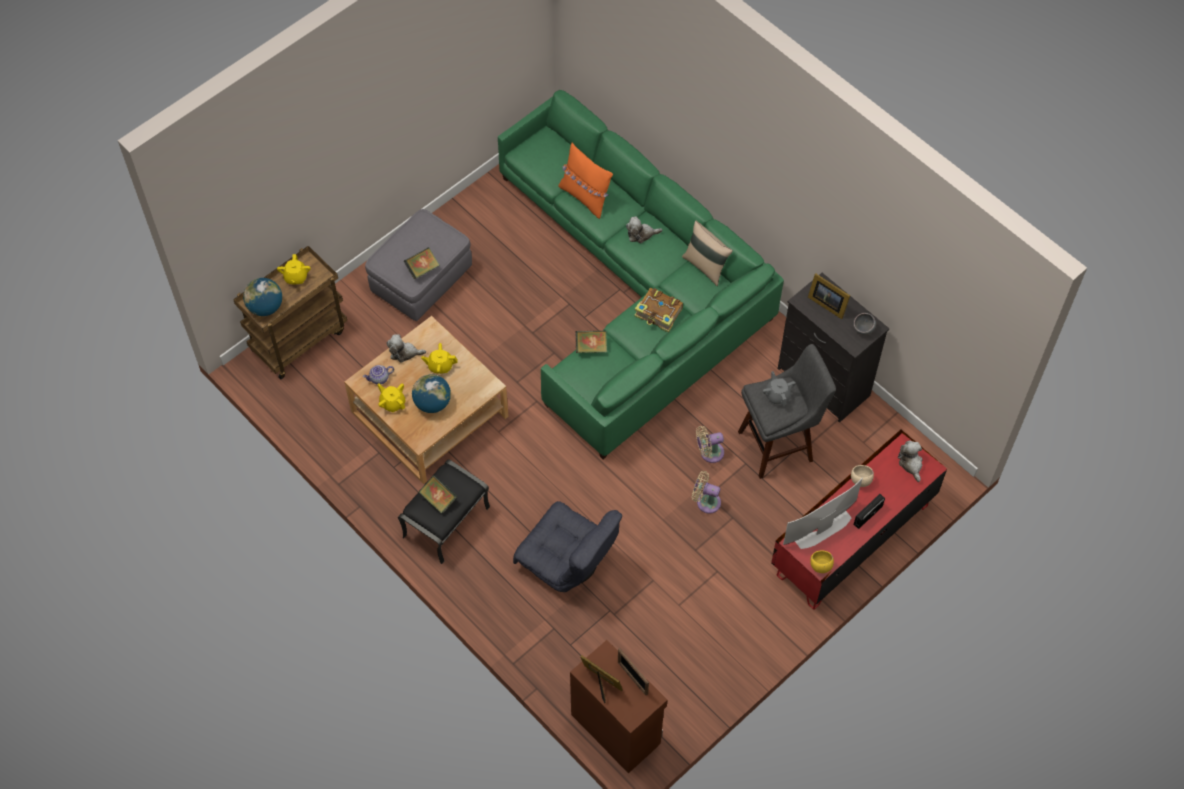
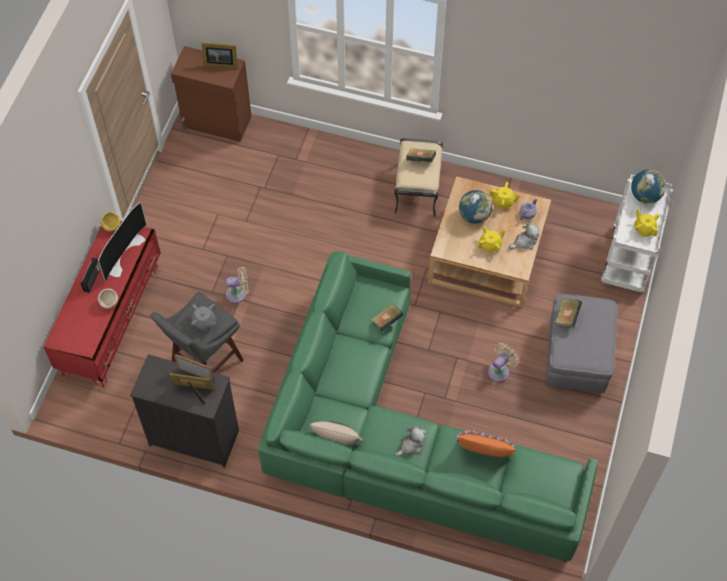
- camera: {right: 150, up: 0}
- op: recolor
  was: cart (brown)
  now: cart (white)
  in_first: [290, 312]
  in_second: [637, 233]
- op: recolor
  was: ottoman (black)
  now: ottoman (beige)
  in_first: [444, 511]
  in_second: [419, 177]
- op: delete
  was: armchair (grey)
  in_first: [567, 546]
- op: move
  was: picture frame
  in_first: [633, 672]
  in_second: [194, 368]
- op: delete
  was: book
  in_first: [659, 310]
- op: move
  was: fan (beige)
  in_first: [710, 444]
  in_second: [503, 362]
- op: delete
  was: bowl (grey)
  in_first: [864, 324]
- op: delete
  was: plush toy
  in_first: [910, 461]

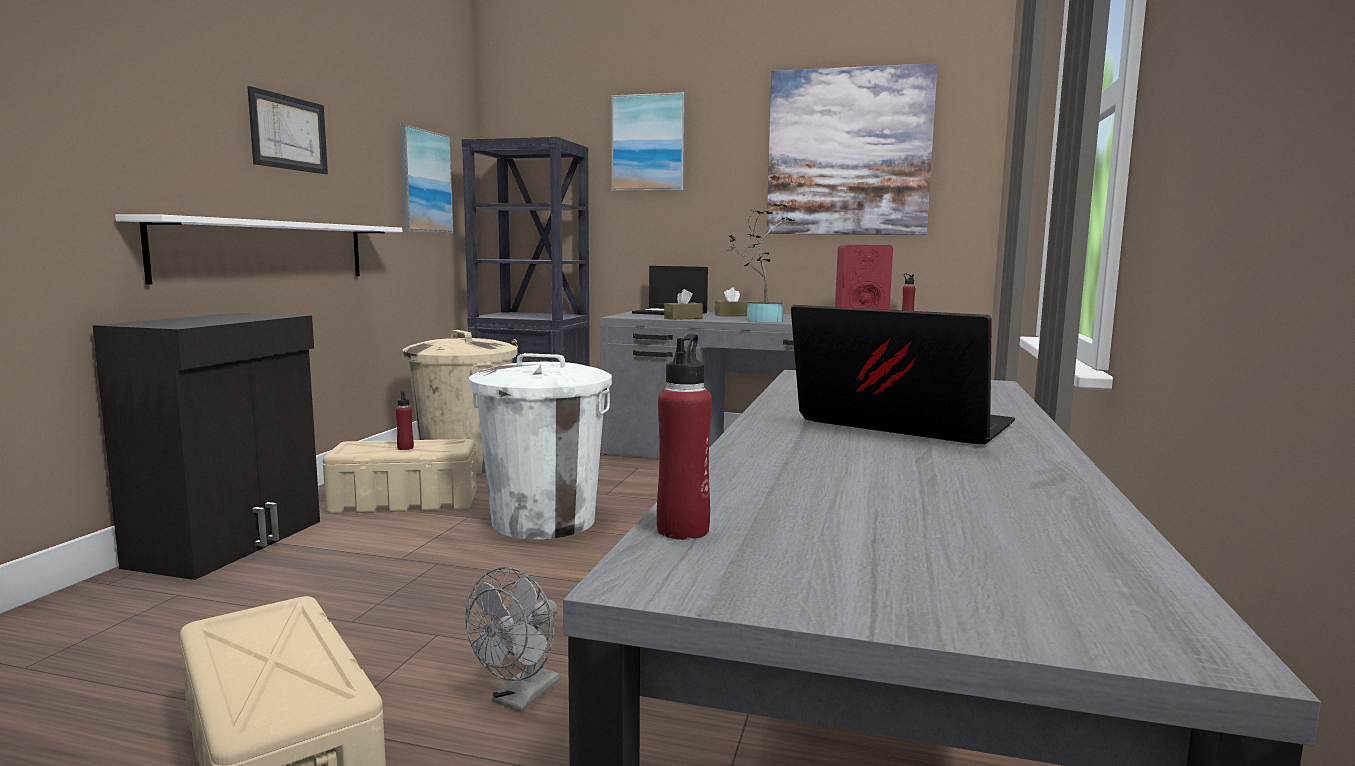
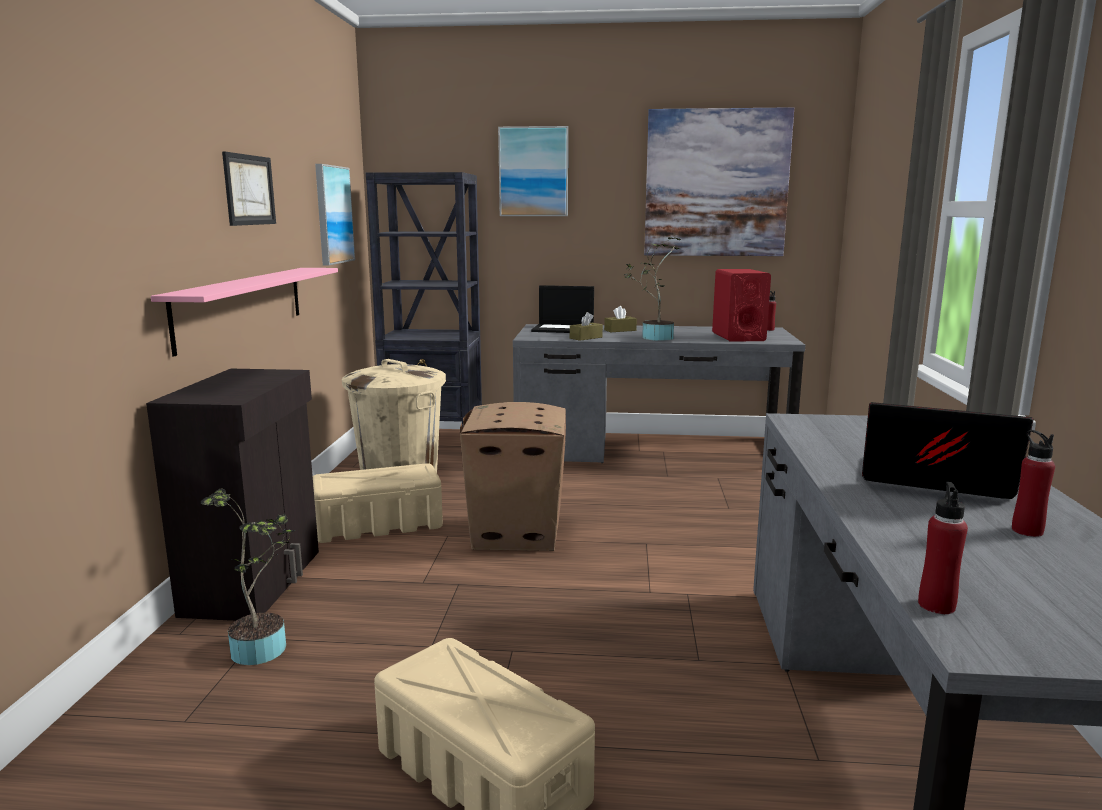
- camera: {right: -10, up: 5}
- op: recolor
  was: shelf (white)
  now: shelf (pink)
  in_first: [258, 250]
  in_second: [244, 312]
- op: move
  was: bottle (red)
  in_first: [405, 420]
  in_second: [1033, 483]
- op: delete
  was: fan (grey)
  in_first: [513, 639]
- op: replace
  was: trash can (white)
  now: cardboard box
  in_first: [540, 446]
  in_second: [513, 476]
- op: insert
  now: potted plant
  in_second: [248, 577]

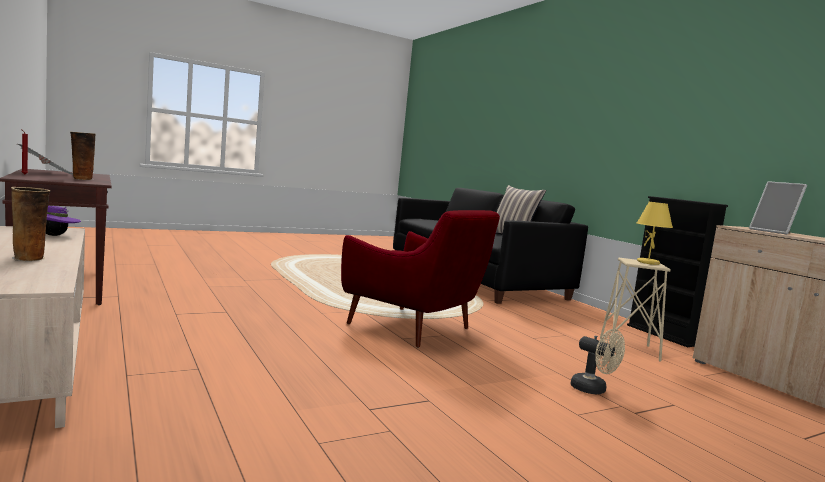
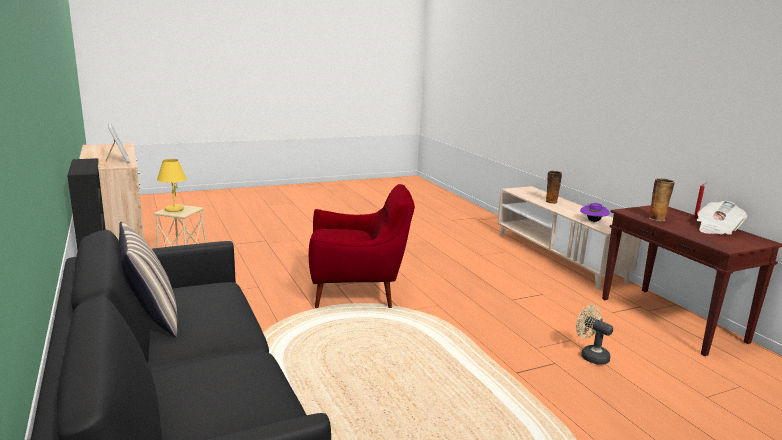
- camera: {right: -175, up: 10}
- op: rotate
  was: armchair (red)
  in_first: [420, 279]
  in_second: [362, 246]
  clockwise: 135
- op: move
  was: fan (beige)
  in_first: [597, 361]
  in_second: [594, 335]

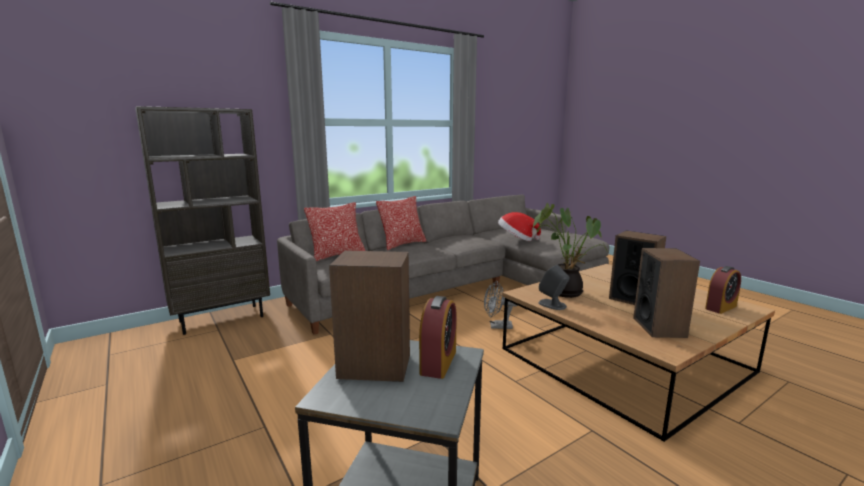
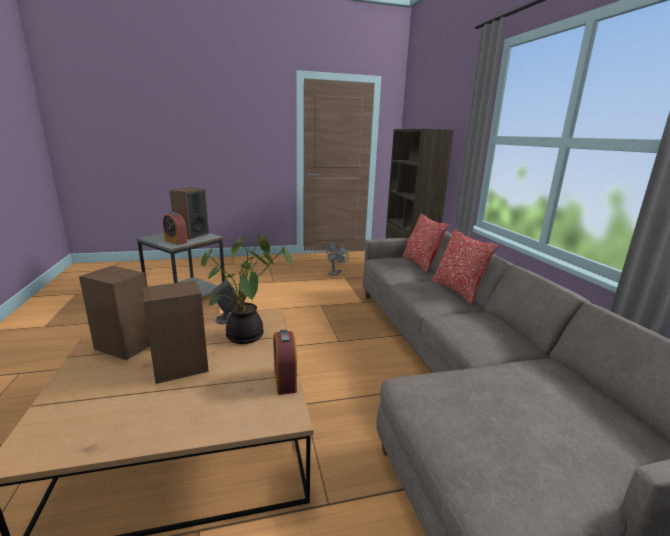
- camera: {right: 110, up: 5}
- op: move
  was: fan (grey)
  in_first: [501, 305]
  in_second: [337, 259]
- op: delete
  was: hat
  in_first: [519, 226]
- op: move
  was: alarm clock
  in_first: [723, 290]
  in_second: [285, 362]

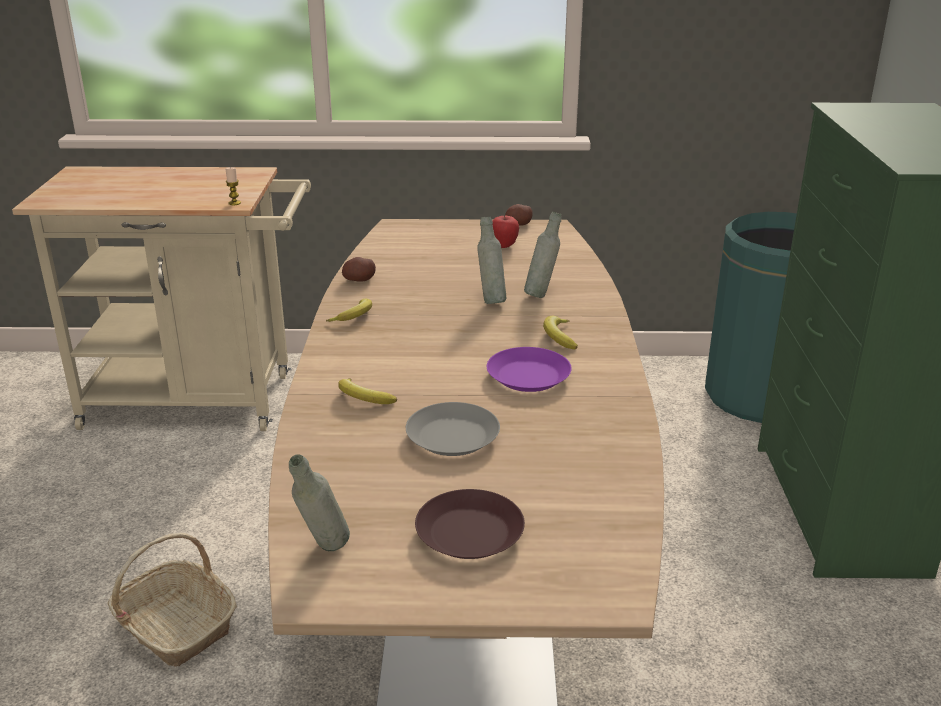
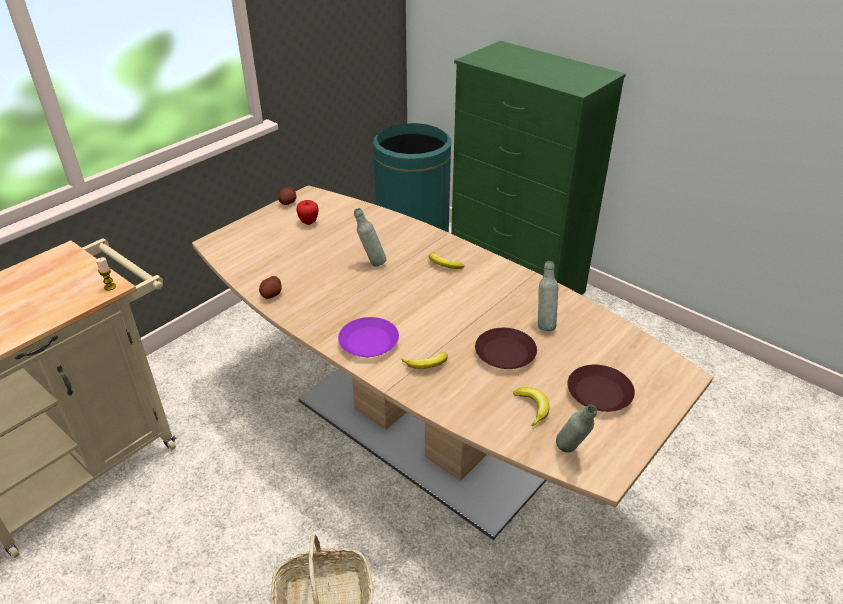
- camera: {right: -50, up: 10}
- op: move
  was: banana
  in_first: [349, 310]
  in_second: [531, 406]
- op: recolor
  was: plate (grey)
  now: plate (brown)
  in_first: [453, 429]
  in_second: [506, 348]
- op: move
  was: plate (purple)
  in_first: [529, 369]
  in_second: [368, 337]
- op: move
  was: bottle (grey)
  in_first: [542, 255]
  in_second: [548, 296]

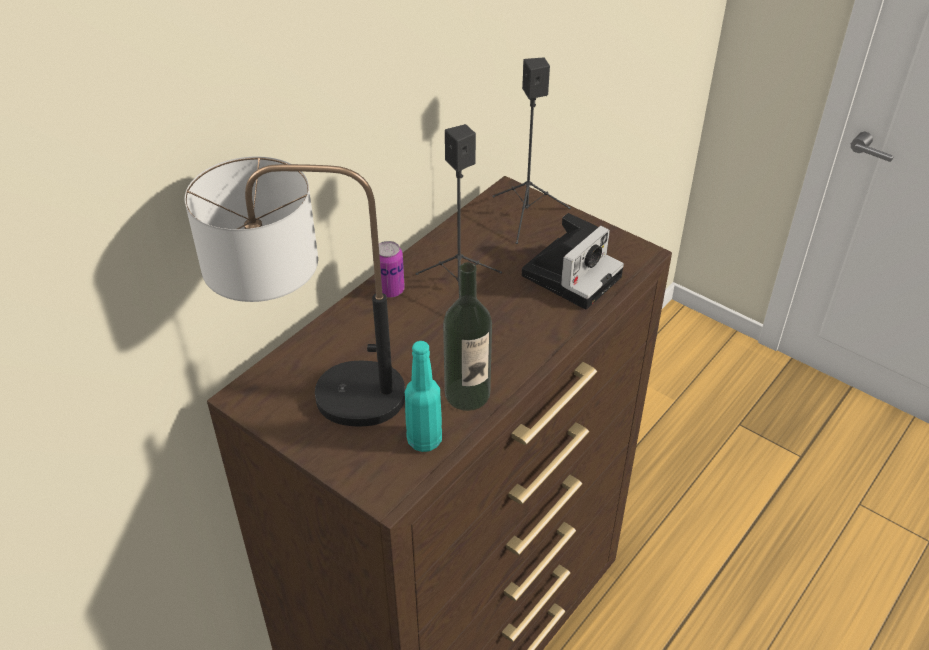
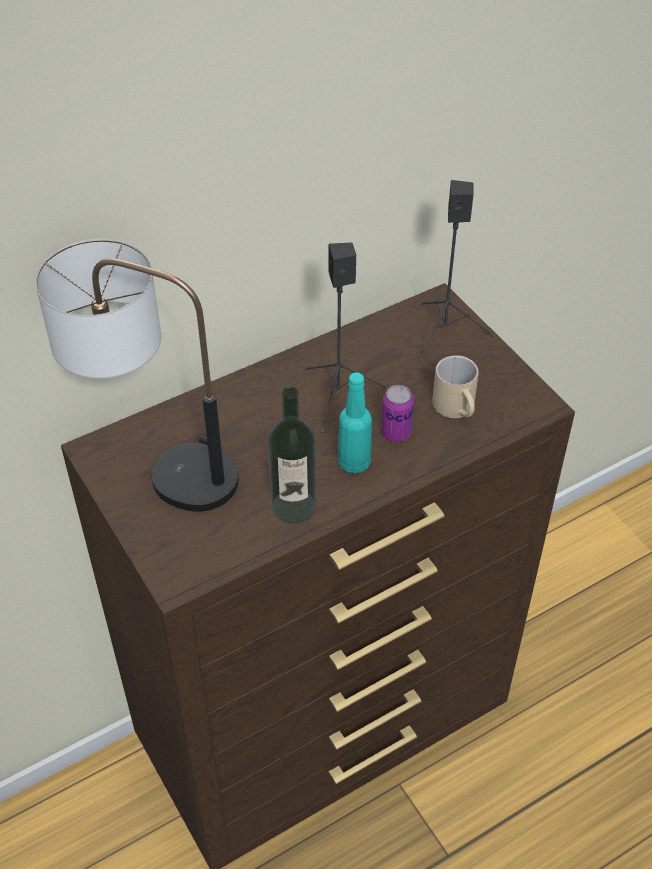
- camera: {right: 20, up: 5}
- op: move
  was: can
  in_first: [392, 269]
  in_second: [397, 413]
- op: move
  was: bottle (turquoise)
  in_first: [423, 396]
  in_second: [355, 423]
- op: replace
  was: photo camera
  now: mug (beige)
  in_first: [573, 261]
  in_second: [455, 386]

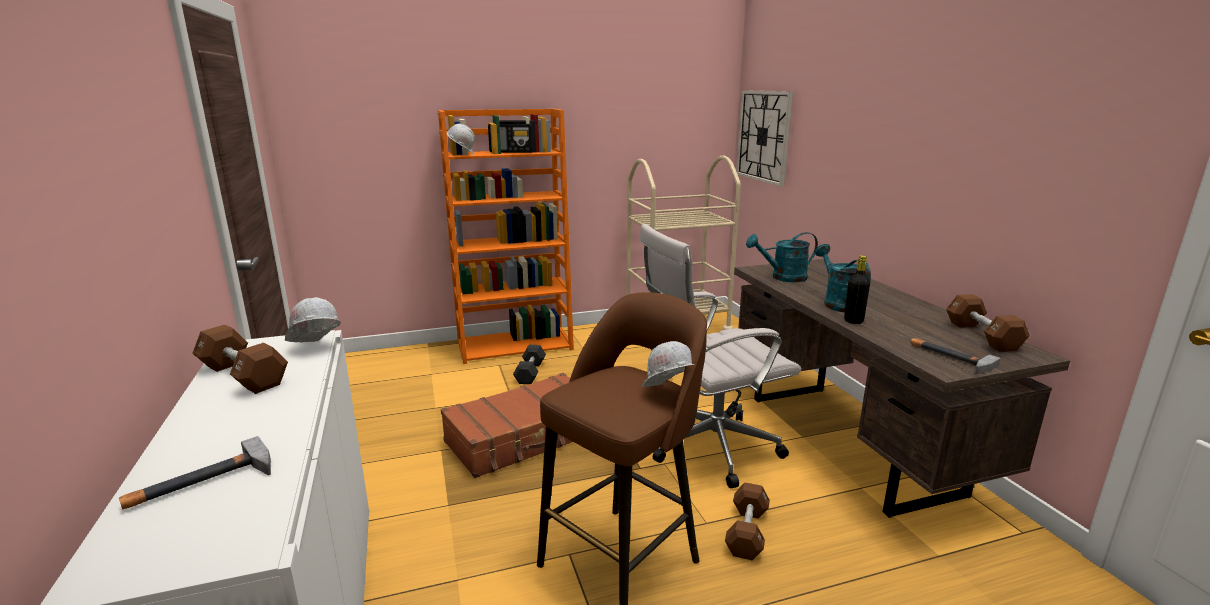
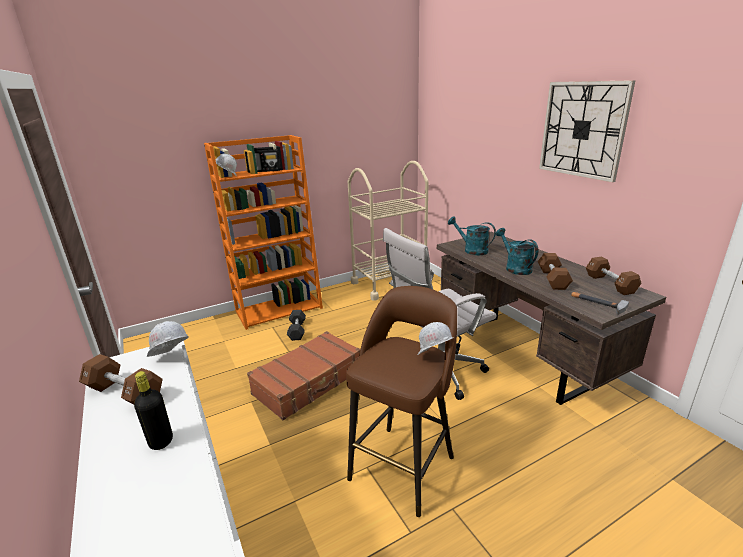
- camera: {right: -10, up: 5}
- op: delete
  was: hammer
  in_first: [195, 472]
- op: move
  was: dumbbell (brown)
  in_first: [747, 521]
  in_second: [555, 271]
- op: move
  was: wall clock
  in_first: [764, 138]
  in_second: [587, 131]
- op: rotate
  was: watering can (turquoise)
  in_first: [782, 257]
  in_second: [472, 235]
  clockwise: 60
- op: move
  was: bottle (black)
  in_first: [857, 289]
  in_second: [153, 410]

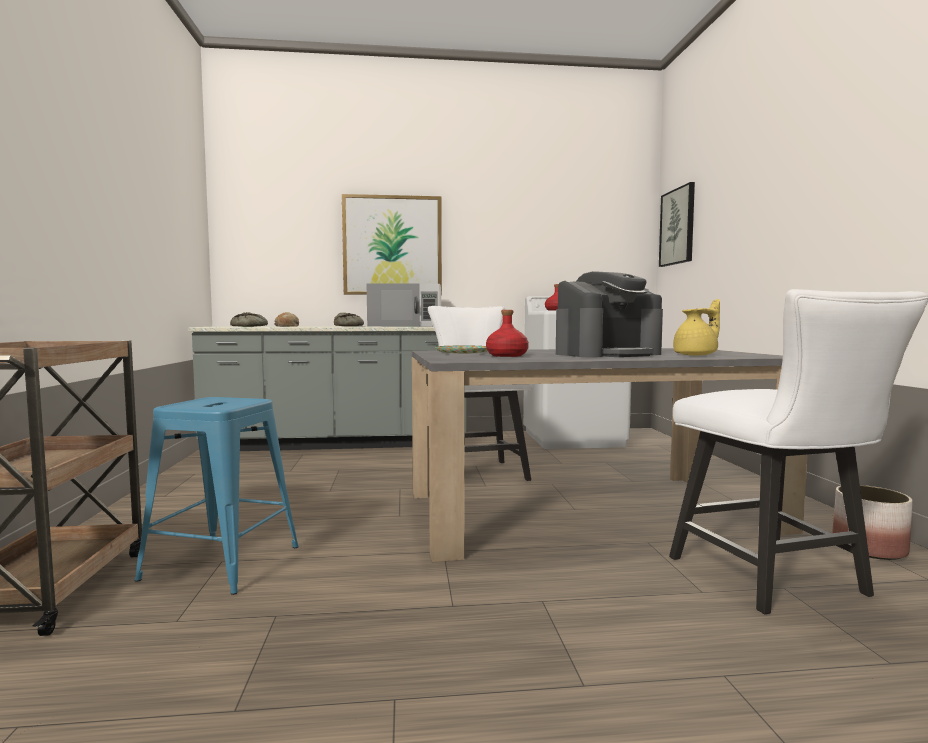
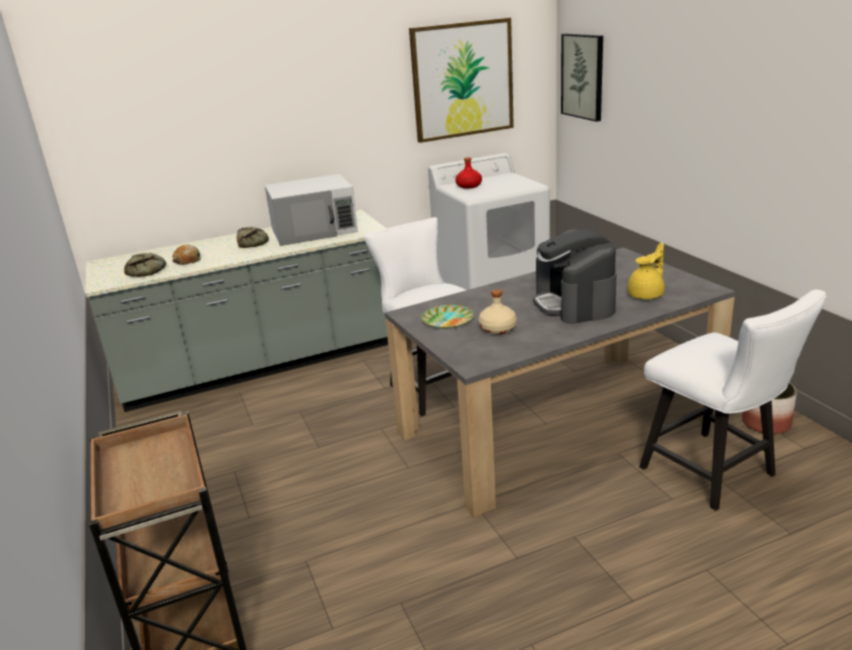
- camera: {right: -15, up: 20}
- op: delete
  was: stool (blue)
  in_first: [217, 496]
- op: move
  was: picture
  in_first: [392, 244]
  in_second: [461, 80]
- op: recolor
  was: bottle (red)
  now: bottle (beige)
  in_first: [507, 333]
  in_second: [497, 312]
- op: rotate
  was: coffee machine
  in_first: [609, 314]
  in_second: [574, 276]
  clockwise: 120

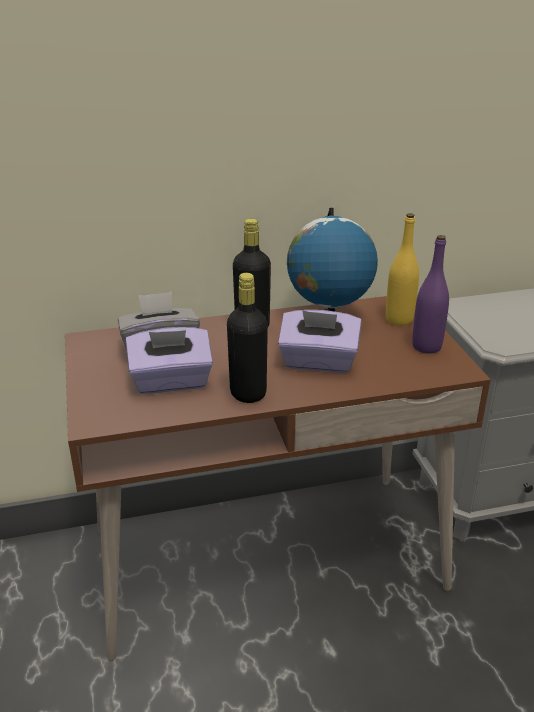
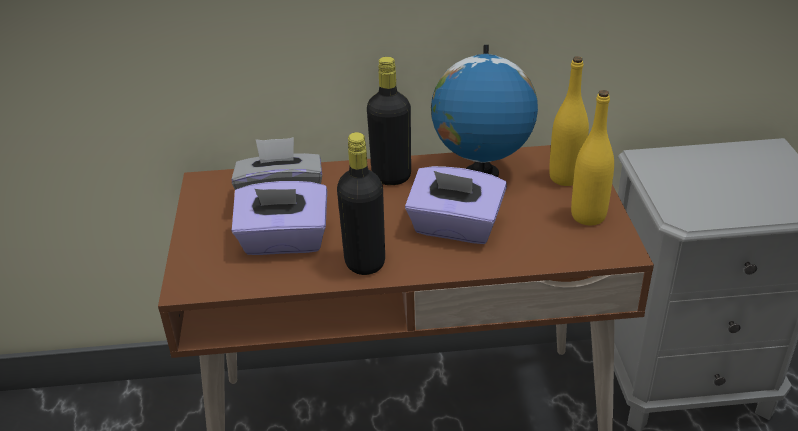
- camera: {right: 10, up: 5}
- op: recolor
  was: bottle (purple)
  now: bottle (yellow)
  in_first: [430, 294]
  in_second: [592, 157]

